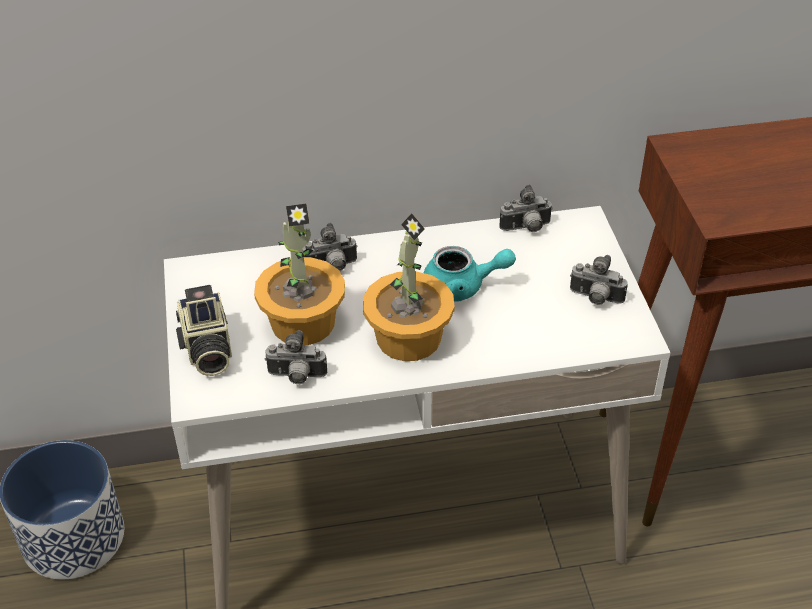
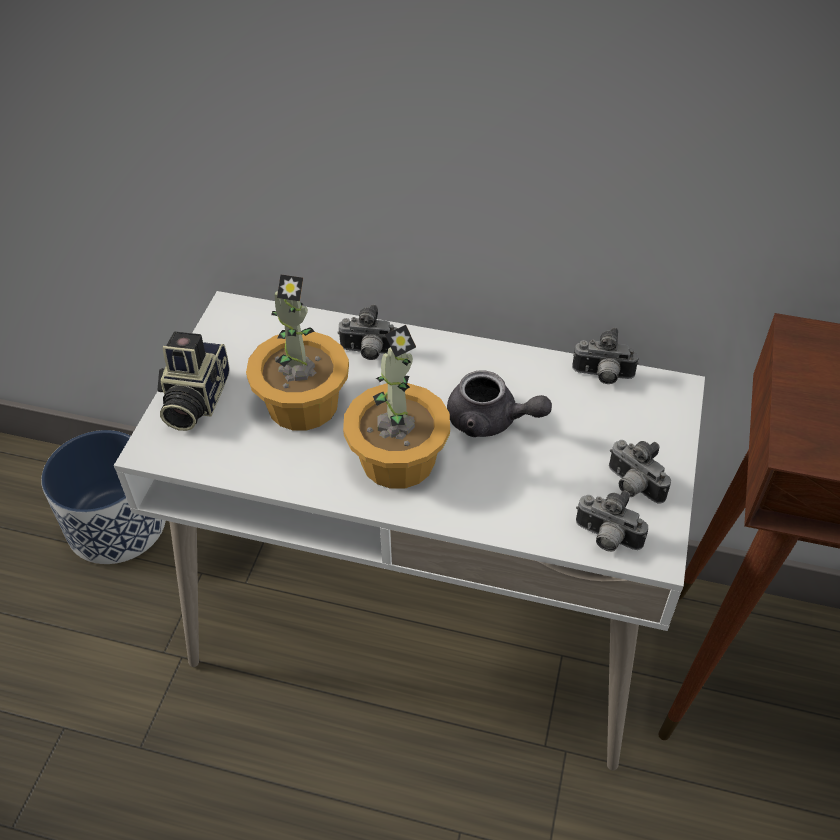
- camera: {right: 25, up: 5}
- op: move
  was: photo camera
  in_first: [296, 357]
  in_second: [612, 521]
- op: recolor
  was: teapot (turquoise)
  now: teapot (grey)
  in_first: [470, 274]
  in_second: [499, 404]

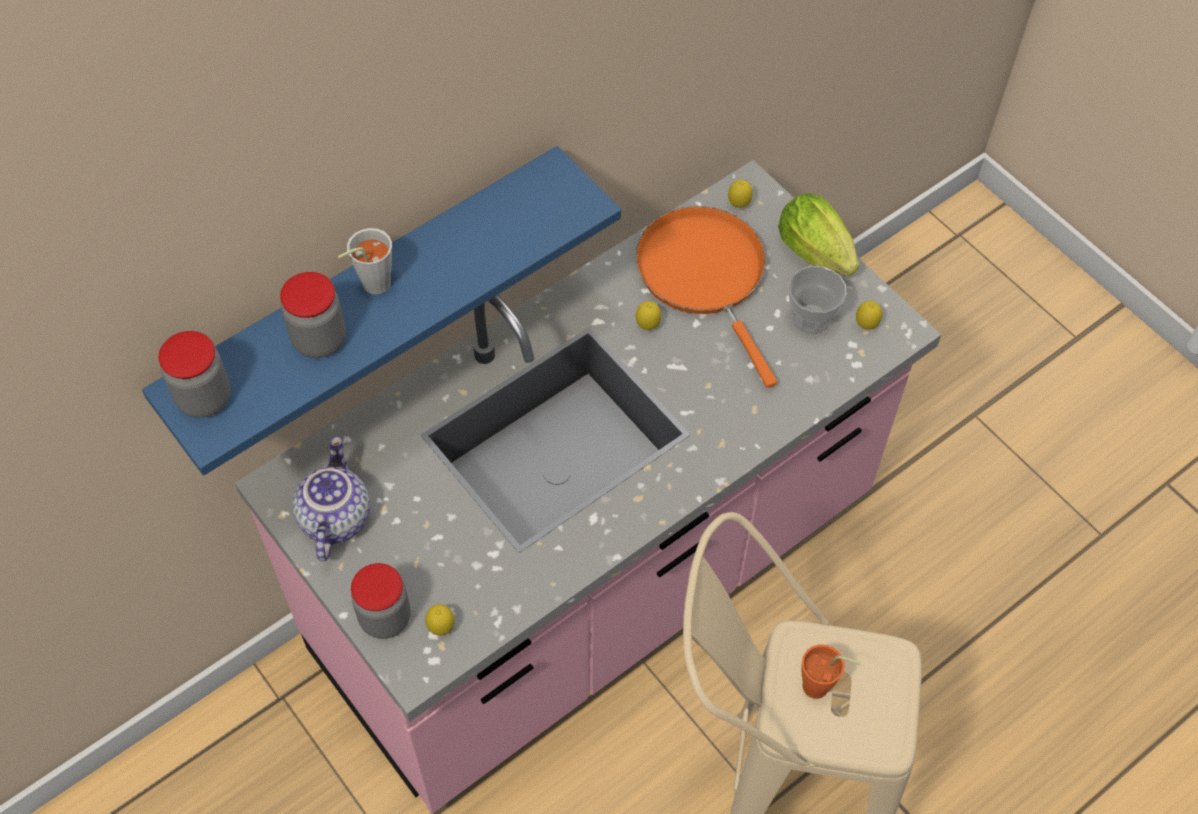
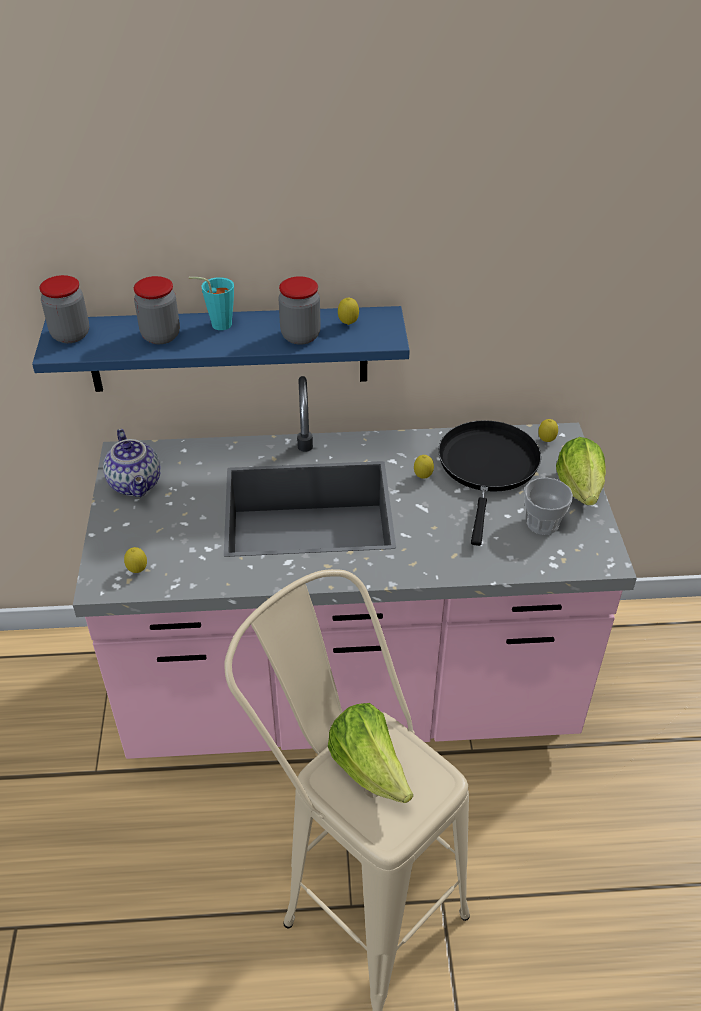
- camera: {right: 35, up: -15}
- op: rotate
  was: teapot
  in_first: [331, 499]
  in_second: [132, 463]
  clockwise: 120
- op: recolor
  was: cup (grey)
  now: cup (turquoise)
  in_first: [365, 261]
  in_second: [211, 303]
- op: move
  was: jar
  in_first: [381, 601]
  in_second: [300, 310]
- op: recolor
  was: frying pan (orange)
  now: frying pan (black)
  in_first: [706, 297]
  in_second: [489, 483]
- op: replace
  was: cup (orange)
  now: lettuce
  in_first: [831, 671]
  in_second: [370, 753]
- op: move
  was: lemon
  in_first: [869, 315]
  in_second: [348, 311]

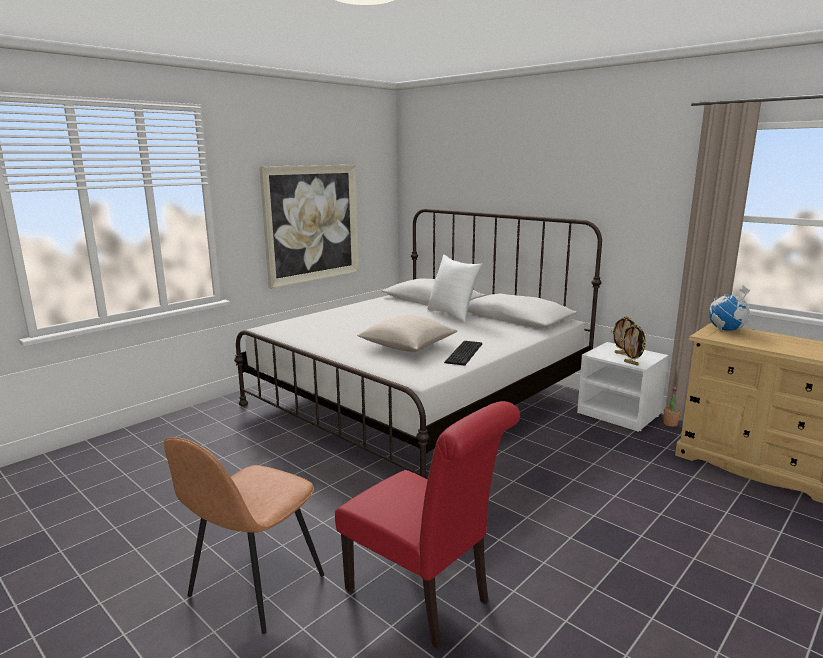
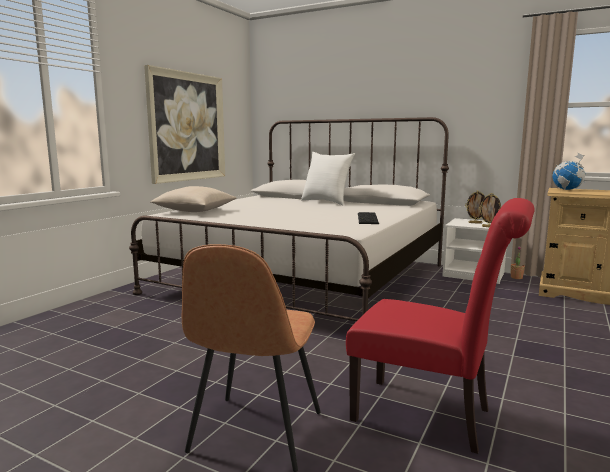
- camera: {right: -15, up: -5}
- op: move
  was: pillow (beige)
  in_first: [407, 333]
  in_second: [193, 199]

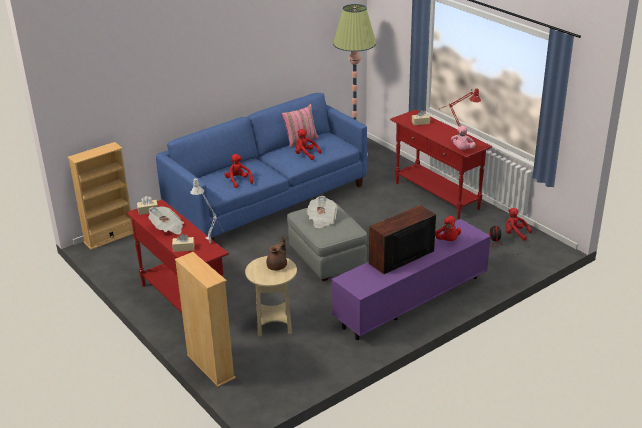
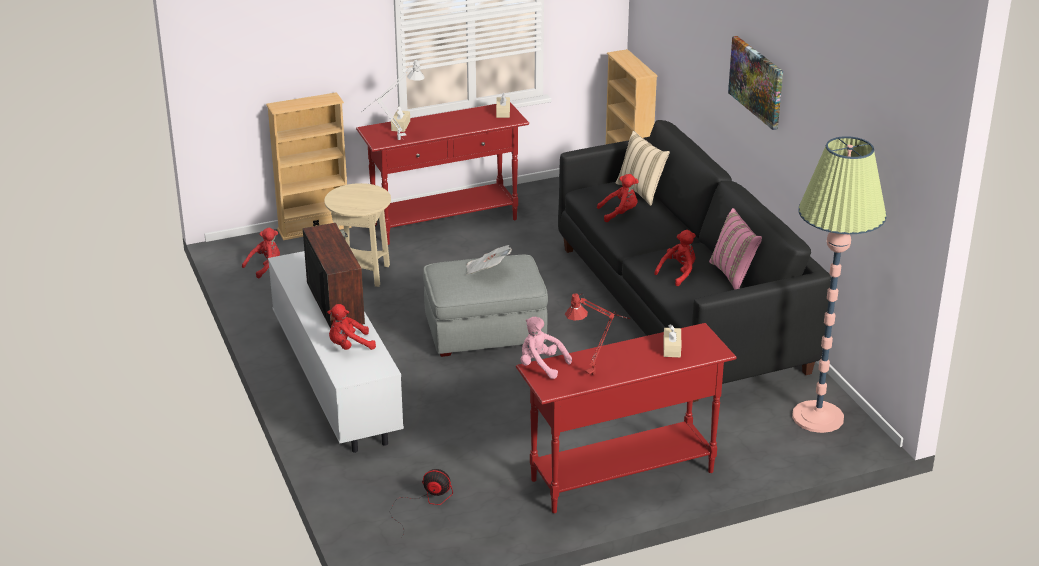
- camera: {right: 105, up: 0}
- op: delete
  was: newspaper
  in_first: [166, 220]
- op: recolor
  was: sofa (blue)
  now: sofa (black)
  in_first: [261, 167]
  in_second: [694, 261]
- op: delete
  was: teapot (brown)
  in_first: [276, 253]
- op: recolor
  was: tv stand (purple)
  now: tv stand (white)
  in_first: [411, 279]
  in_second: [336, 352]
- op: move
  was: plush toy (red)
  in_first: [519, 224]
  in_second: [261, 253]
- op: insert
  now: pillow (beige)
  in_second: [642, 168]
- op: insert
  now: picture
  in_second: [755, 83]

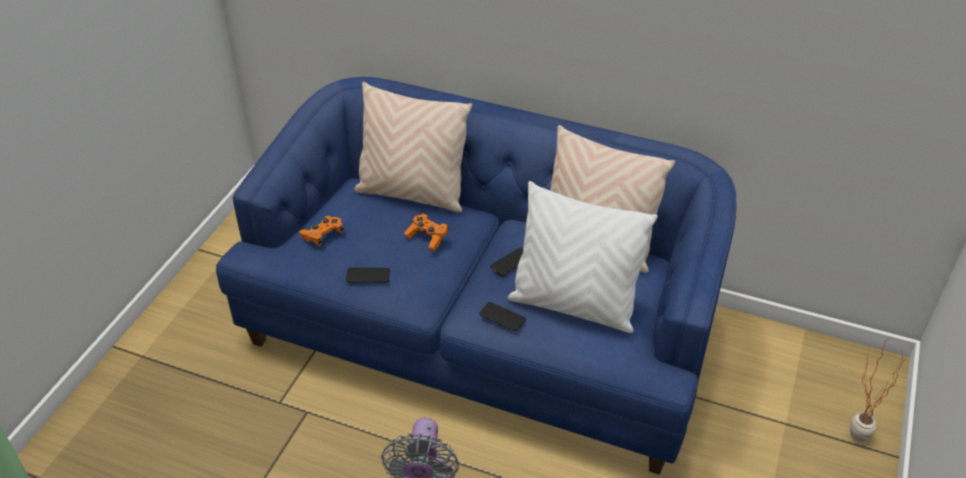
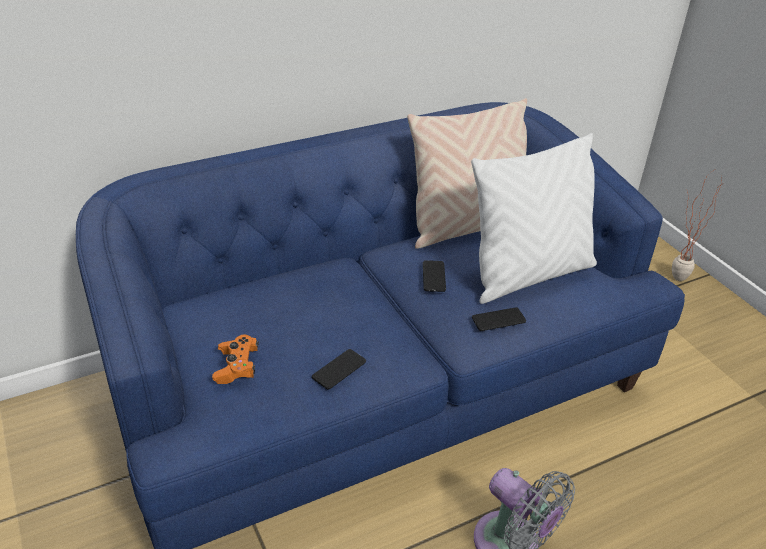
- camera: {right: -50, up: -5}
- op: delete
  was: pillow (beige)
  in_first: [413, 147]
- op: delete
  was: game controller (orange)
  in_first: [426, 232]

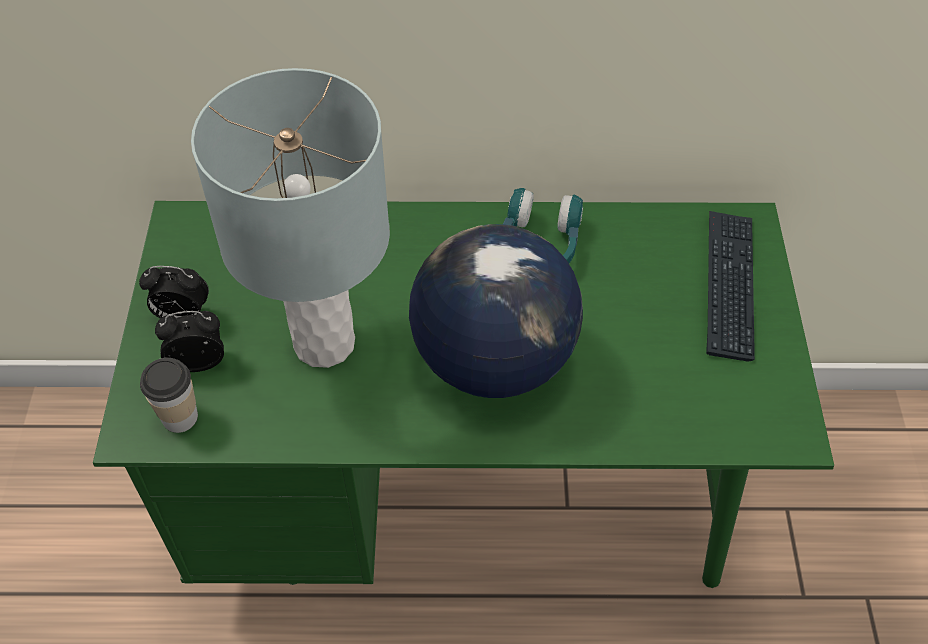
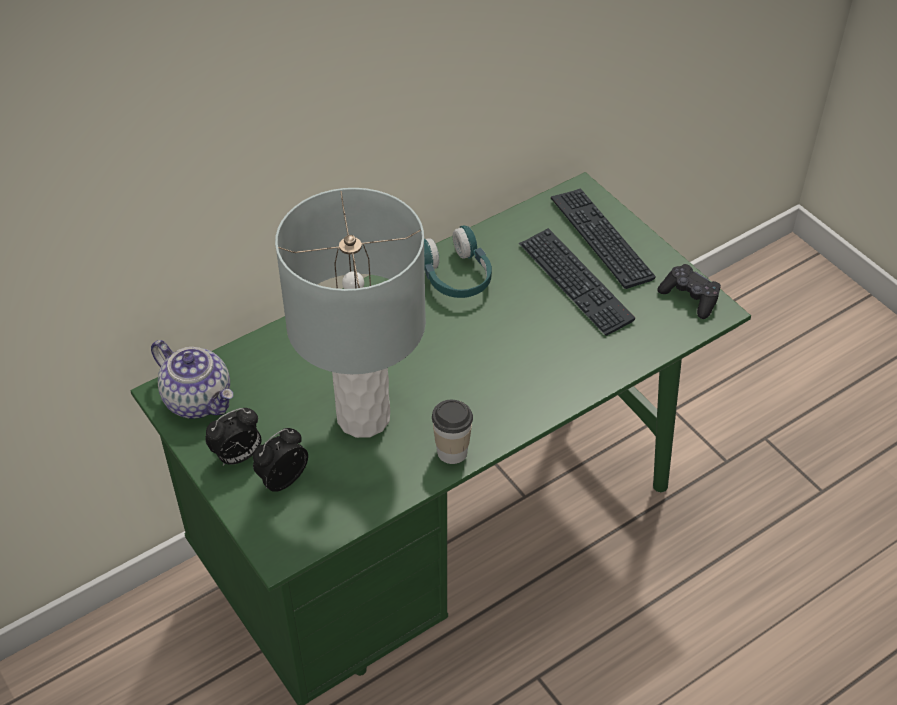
- camera: {right: -35, up: -5}
- op: move
  was: cup
  in_first: [169, 395]
  in_second: [452, 432]
- op: delete
  was: globe
  in_first: [496, 311]
- op: insert
  now: teapot
  in_second: [192, 379]
- op: insert
  now: keyboard
  in_second: [577, 282]
- op: insert
  now: game controller (black)
  in_second: [689, 291]

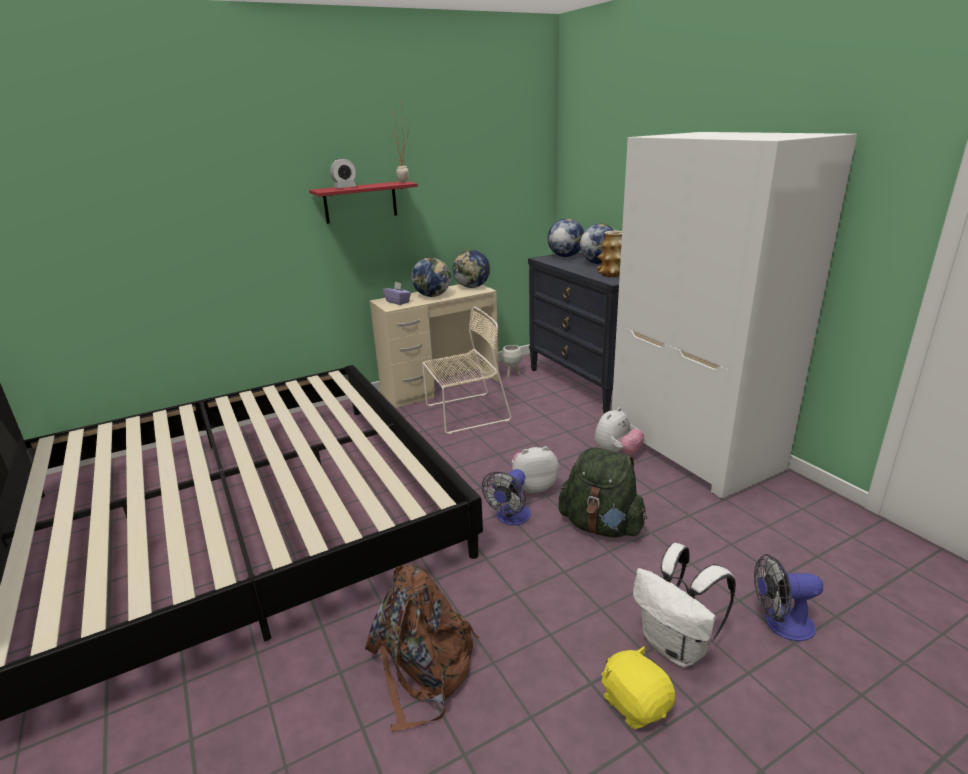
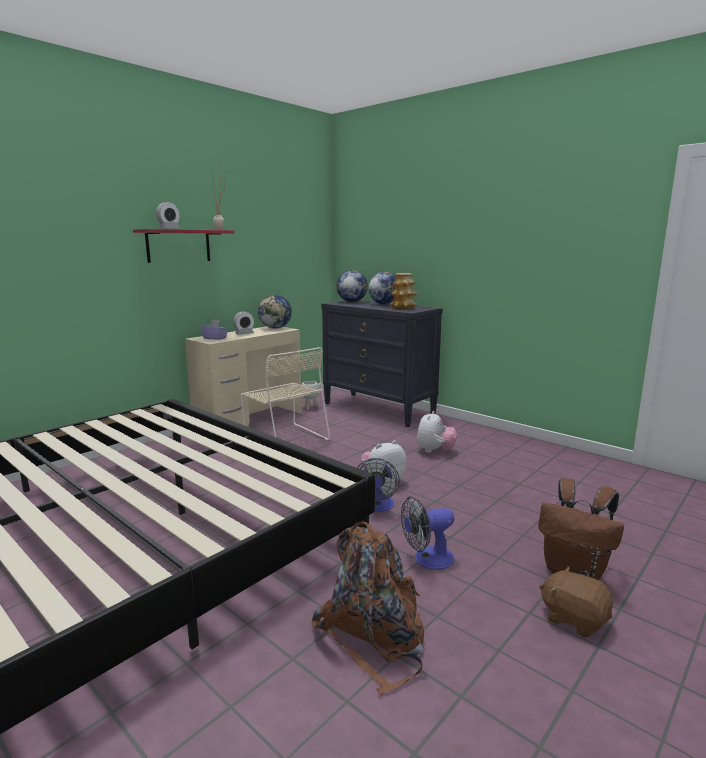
- camera: {right: -20, up: -10}
- op: replace
  was: globe
  now: alarm clock
  in_first: [431, 277]
  in_second: [243, 323]
- op: rotate
  was: chair (beige)
  in_first: [467, 370]
  in_second: [285, 393]
  clockwise: 90
- op: delete
  was: backpack (green)
  in_first: [602, 492]
- op: recolor
  was: plush toy (yellow)
  now: plush toy (brown)
  in_first: [638, 687]
  in_second: [576, 601]
- op: delete
  was: wardrobe (white)
  in_first: [734, 315]
- op: recolor
  was: backpack (white)
  now: backpack (brown)
  in_first: [684, 605]
  in_second: [581, 529]
- op: move
  was: fan
  in_first: [788, 597]
  in_second: [427, 533]

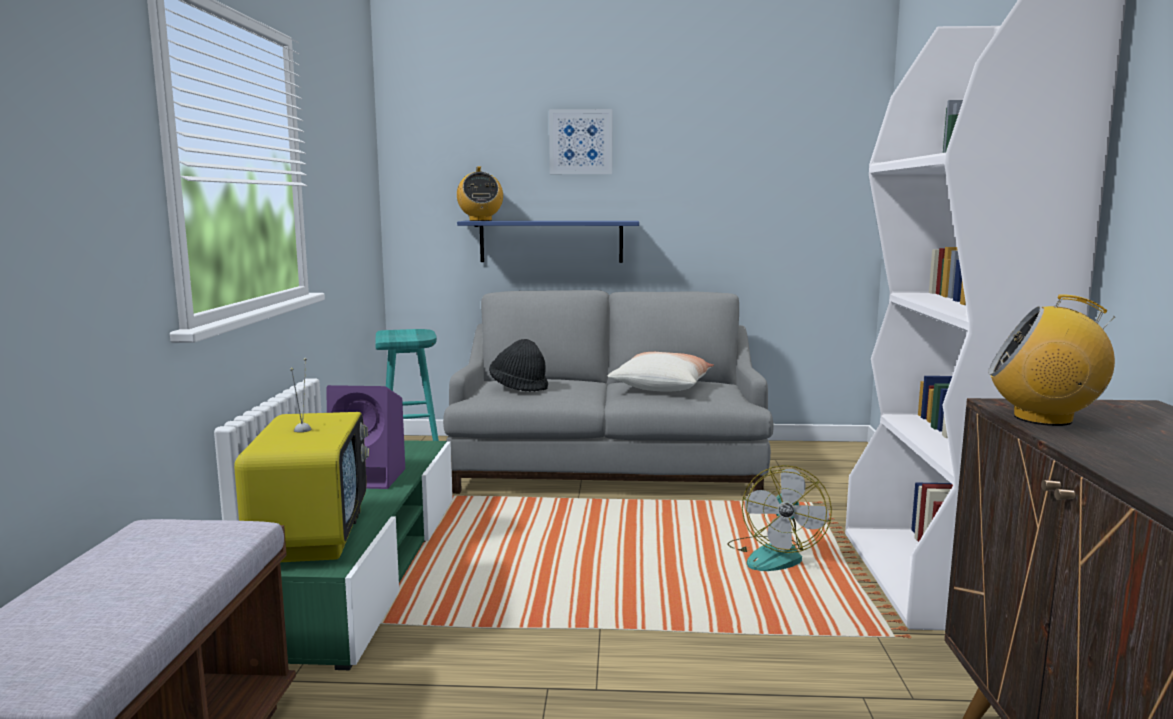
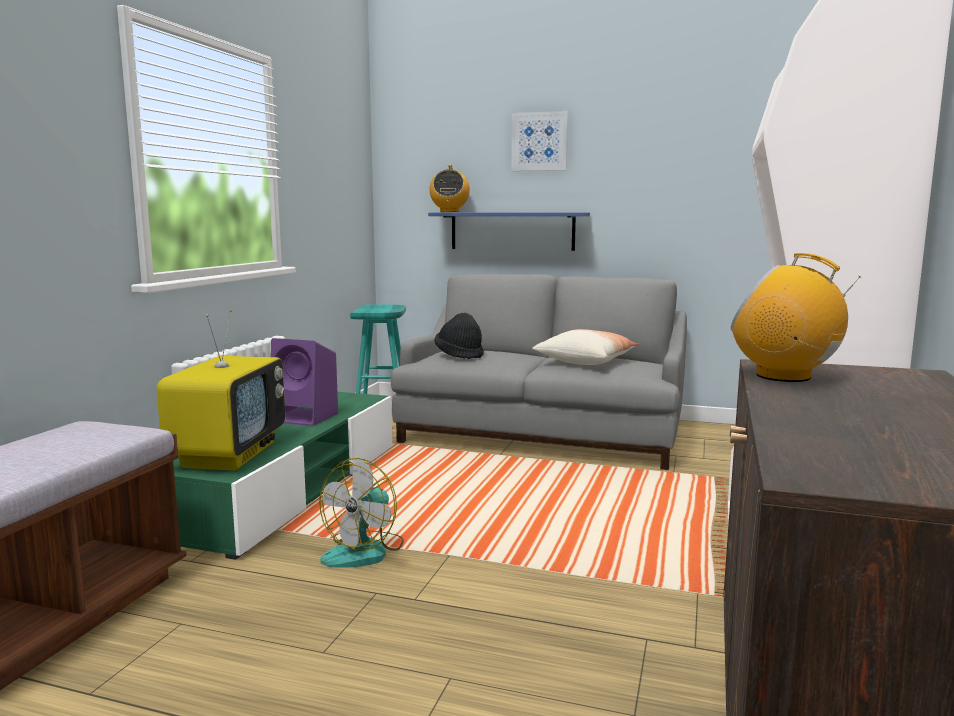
- camera: {right: 15, up: 0}
- op: move
  was: fan
  in_first: [779, 518]
  in_second: [361, 513]

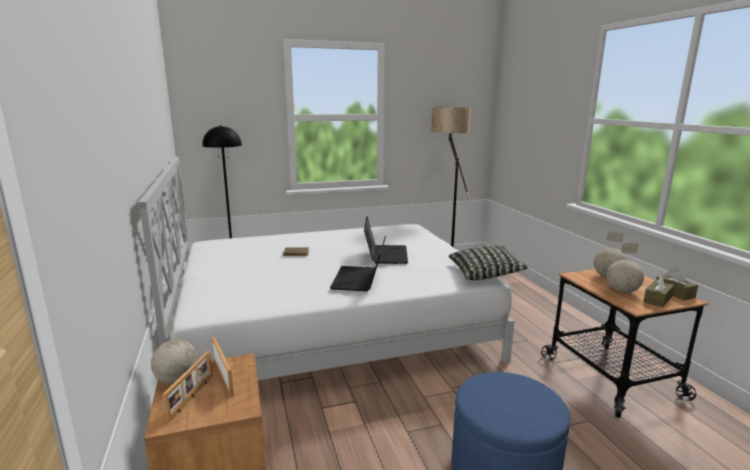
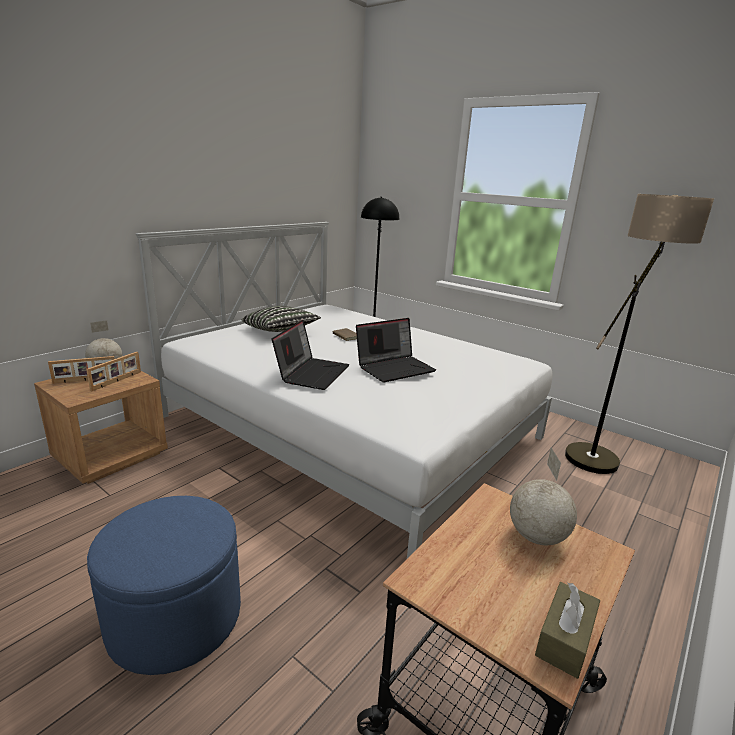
- camera: {right: 55, up: 5}
- op: rotate
  was: laptop
  in_first: [358, 263]
  in_second: [310, 355]
  clockwise: 135
- op: move
  was: pillow
  in_first: [488, 262]
  in_second: [281, 319]
- op: delete
  was: globe
  in_first: [625, 268]
- op: delete
  was: tissue box (brown)
  in_first: [658, 291]

